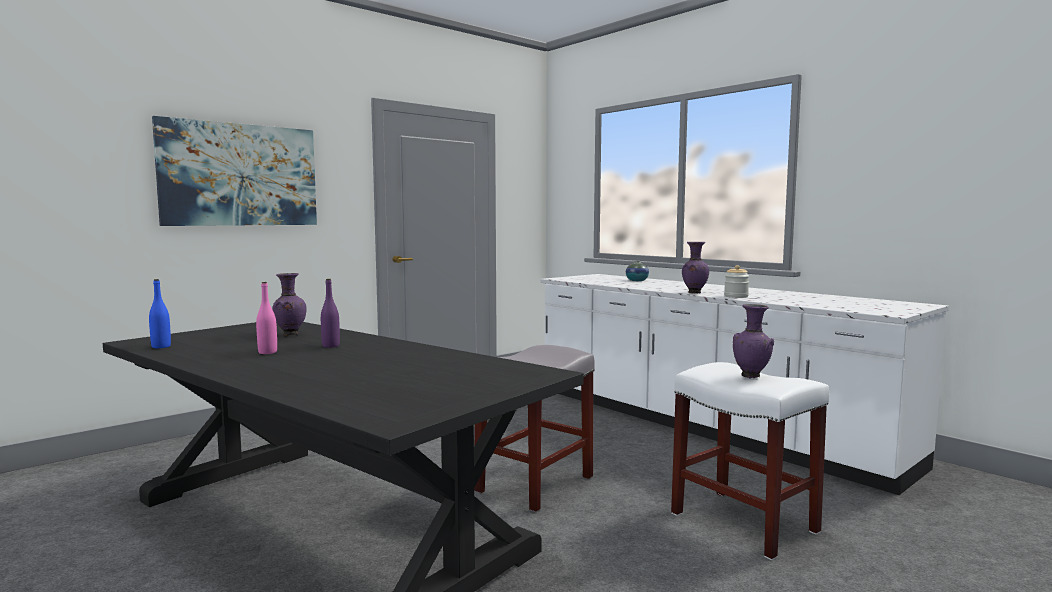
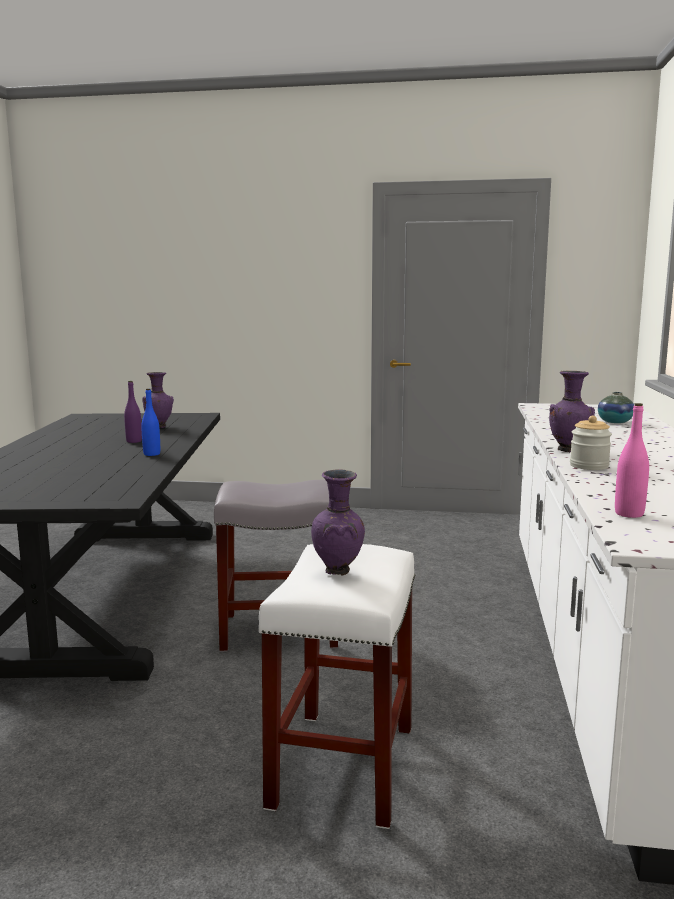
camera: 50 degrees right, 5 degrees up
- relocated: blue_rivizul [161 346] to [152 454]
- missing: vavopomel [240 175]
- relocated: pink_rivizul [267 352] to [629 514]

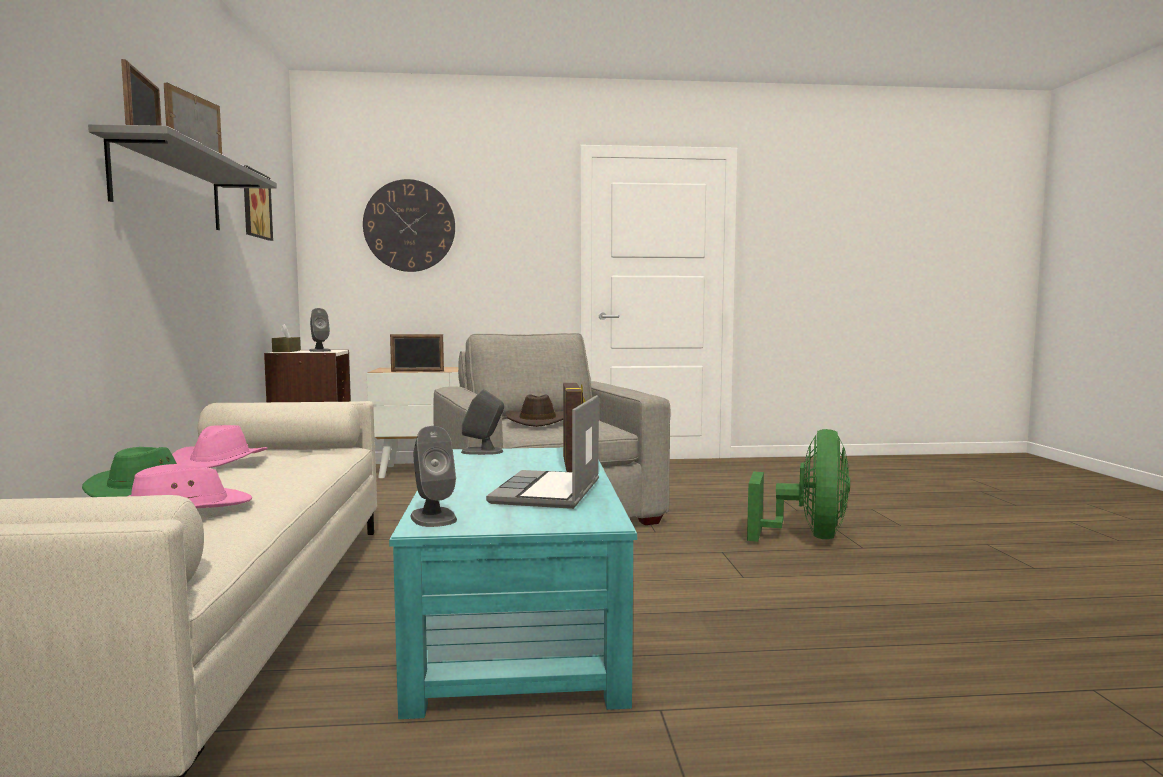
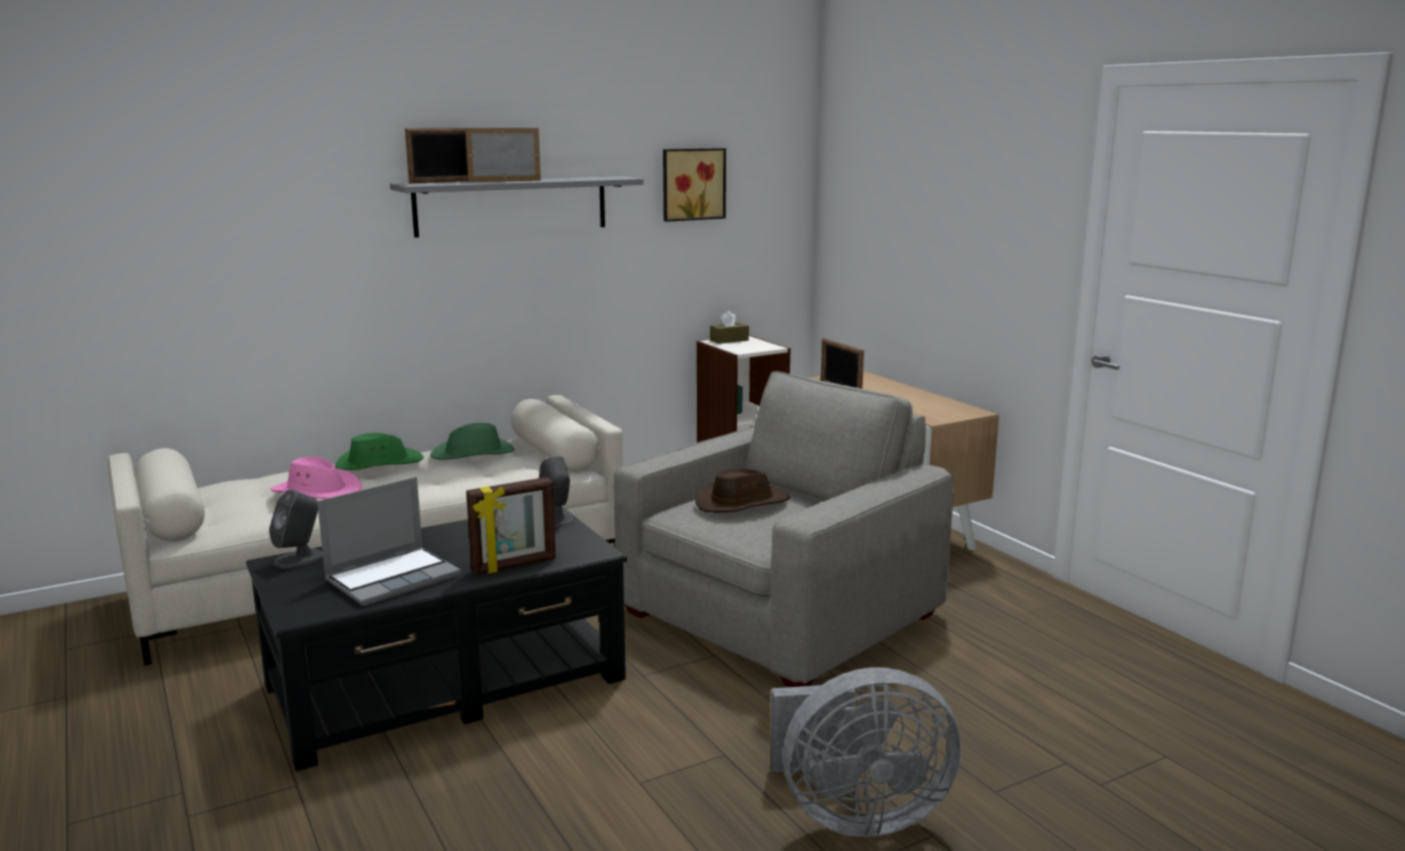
camera: 65 degrees right, 10 degrees up
- colour: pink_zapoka [219 461] to green_zapoka [473 454]
- missing: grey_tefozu [320 350]
- missing: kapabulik [409 226]
- colour: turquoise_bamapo [519 620] to black_bamapo [448 682]
- spun: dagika [548 493] = [393 578] 150 degrees clockwise
- colour: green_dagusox [808 536] to grey_dagusox [855 815]

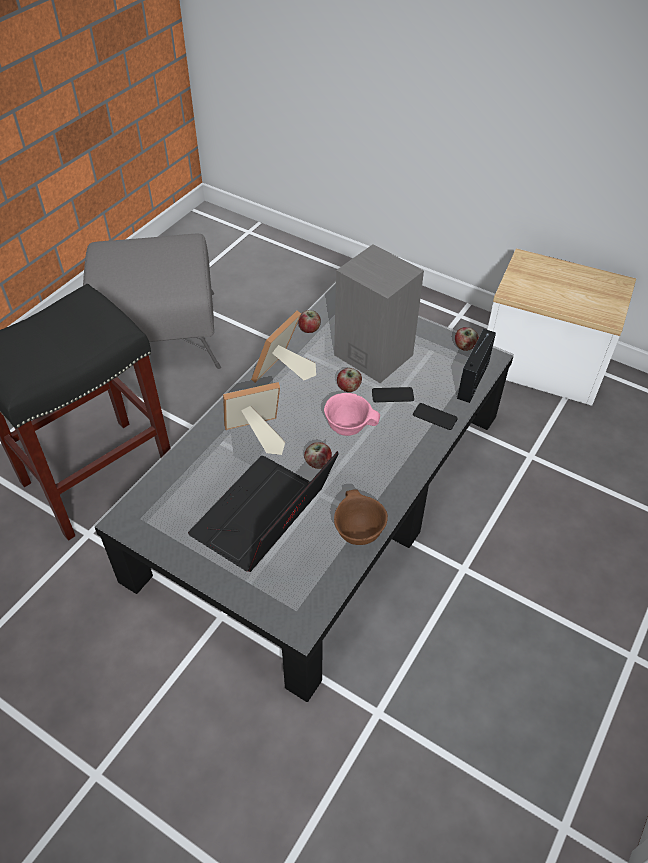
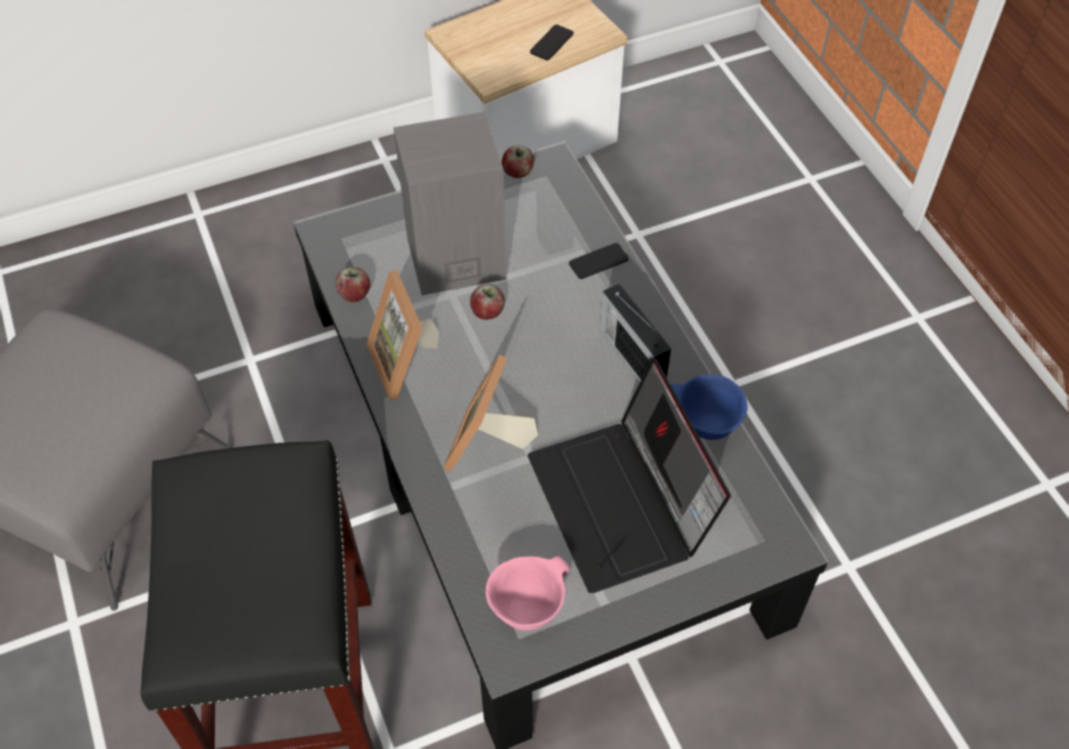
camera: 55 degrees left, 5 degrees up
- missing: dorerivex [318 462]
- relocated: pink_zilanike [348 427] to [526 606]
- colour: brown_zilanike [357 532] to blue_zilanike [705 425]
- relocated: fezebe [392 395] to [551 43]
- relocated: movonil [474 379] to [631 356]

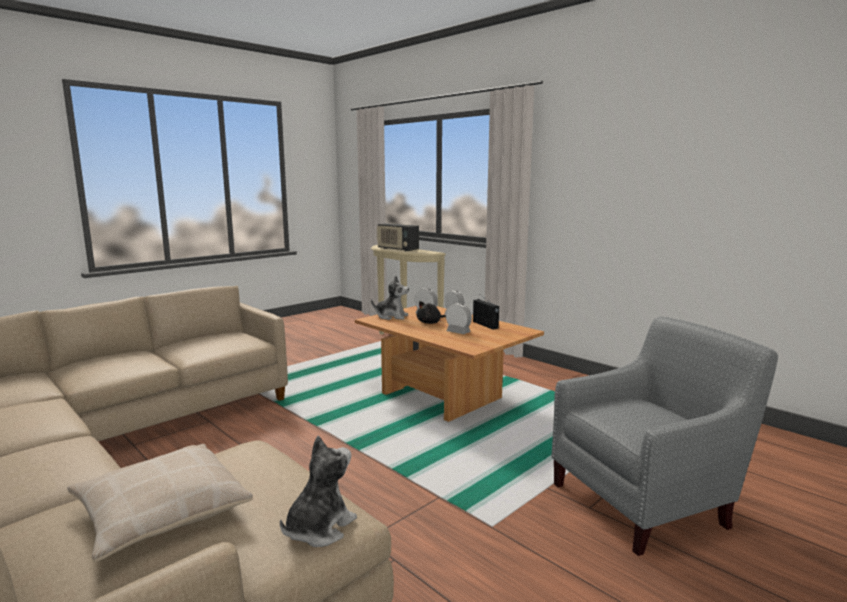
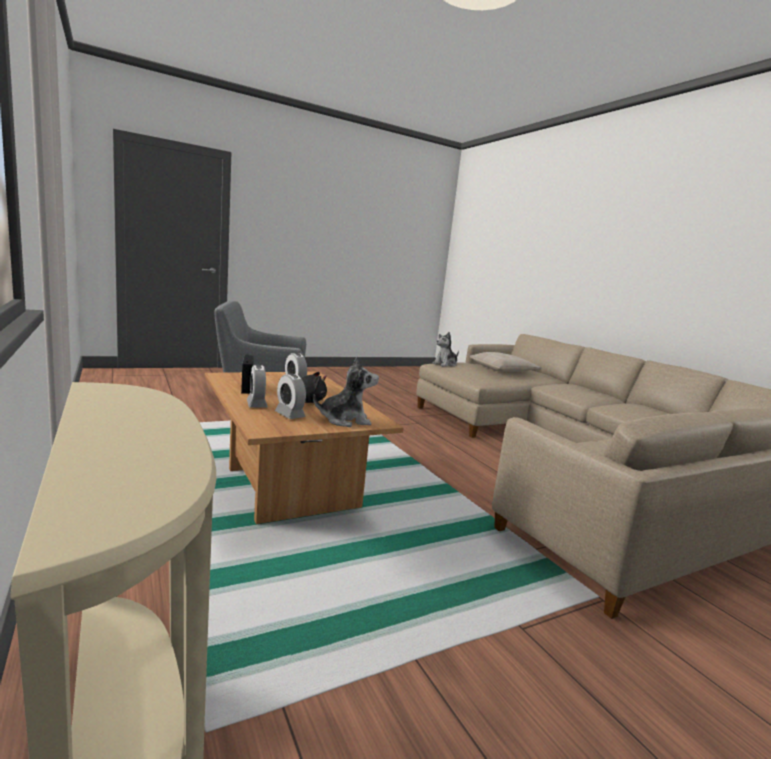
camera: 165 degrees left, 0 degrees up
- spun: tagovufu [391 316] = [345 420] 135 degrees clockwise
- missing: movonil [397 249]

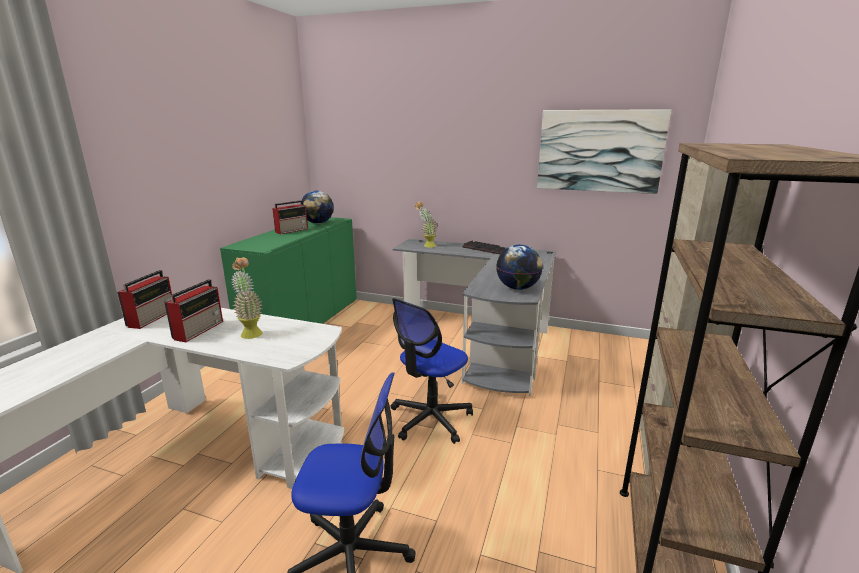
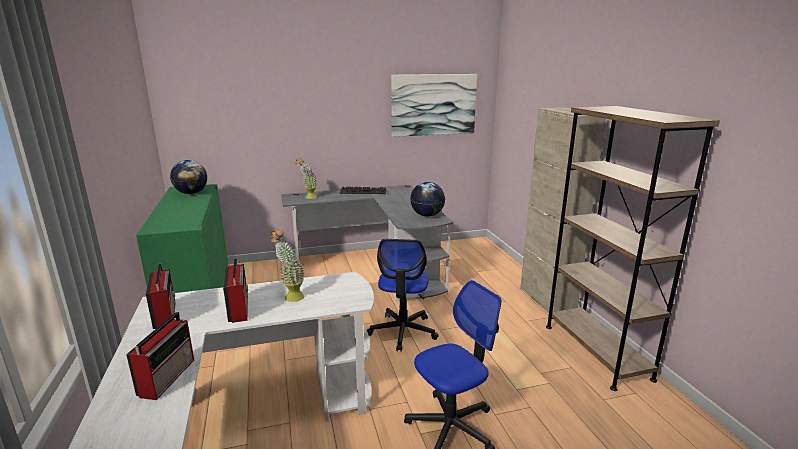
camera: 35 degrees left, 0 degrees up
- relocated: movonil [292 230] to [168 376]

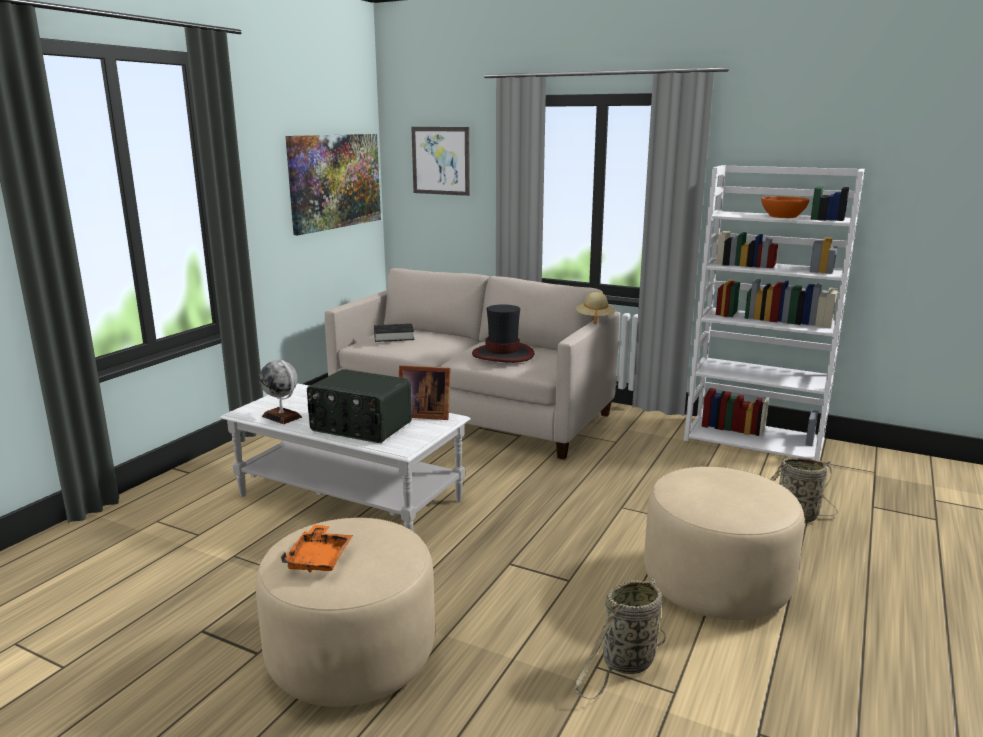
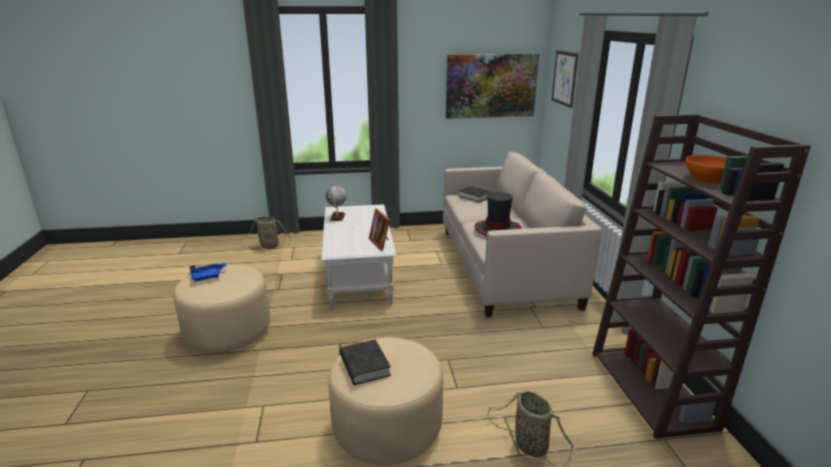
camera: 55 degrees right, 5 degrees up
- colour: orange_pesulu [319 558] to blue_pesulu [208 276]
- missing: movonil [360 427]
- relocated: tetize [626 664] to [268 246]
- missing: beige_zapoka [594 319]
- colour: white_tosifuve [755 439] to brown_tosifuve [652 389]
- appeared: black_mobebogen [364 366]

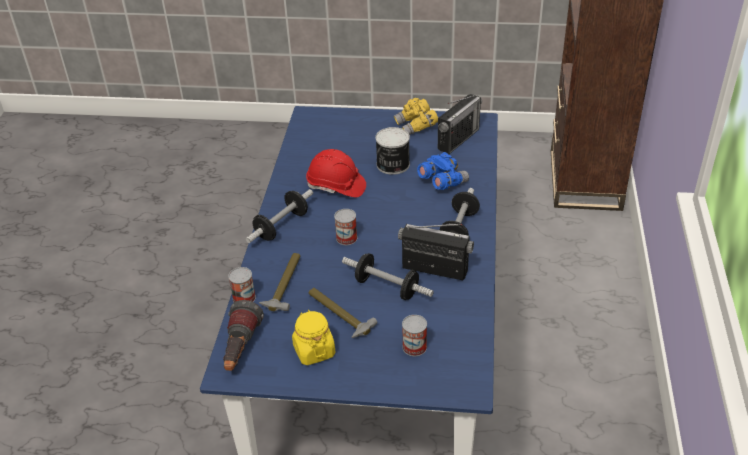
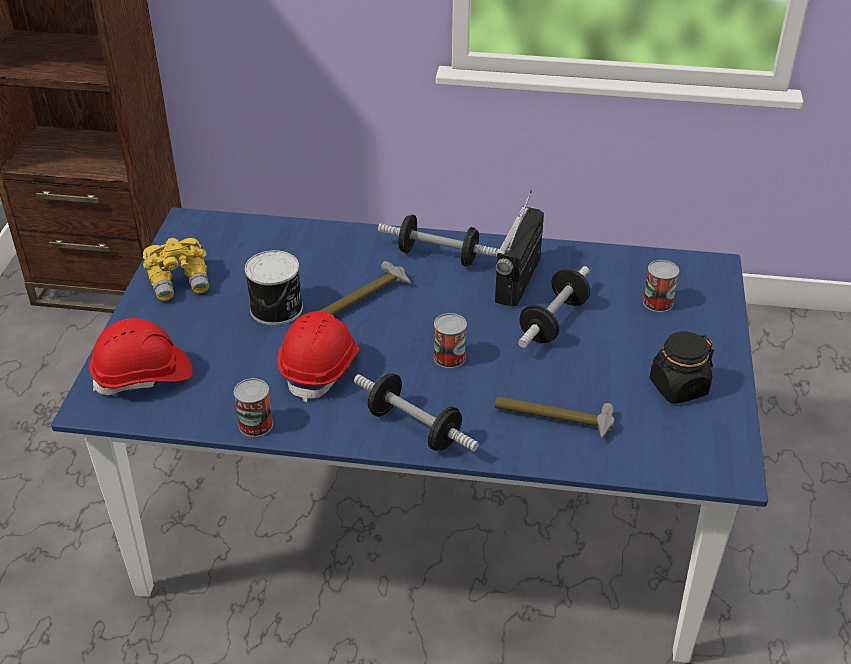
camera: 90 degrees left, 0 degrees up
- missing: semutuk [240 350]
- relocated: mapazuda [244 298] to [256 424]
- colour: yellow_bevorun [314 351] to black_bevorun [678 387]
- relocated: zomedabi [339 315] to [363 298]
- missing: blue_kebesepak [442 182]
- missing: movonil [458 139]
- appeared: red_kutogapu [143 376]

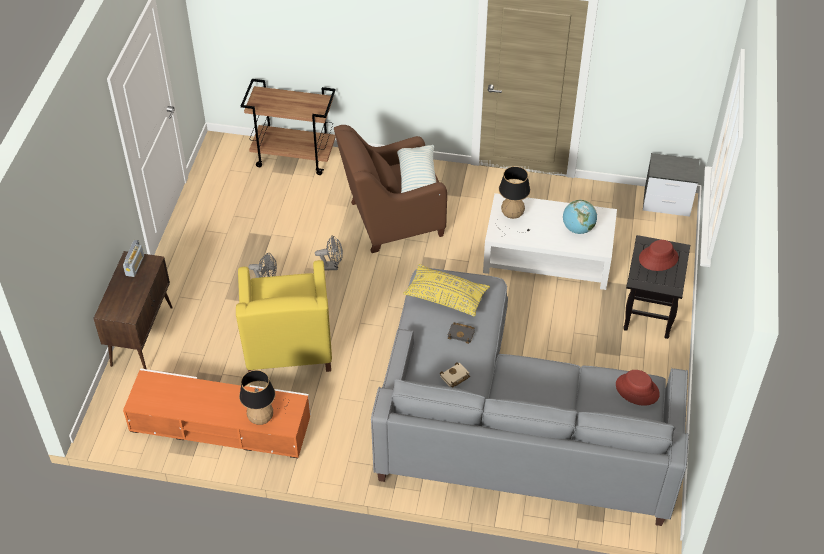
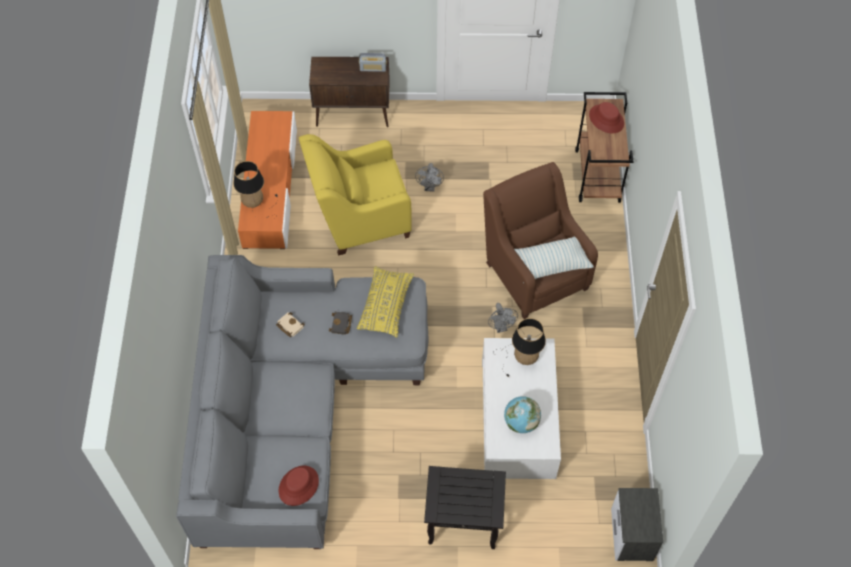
camera: 80 degrees right, 10 degrees up
- relocated: grey_dagusox [332 266] to [501 327]
- relocated: red_zapoka [658 258] to [606 119]

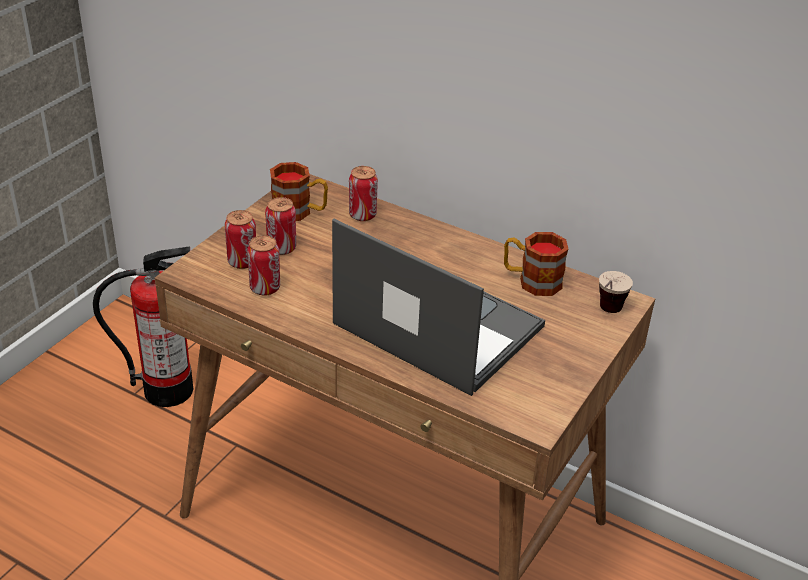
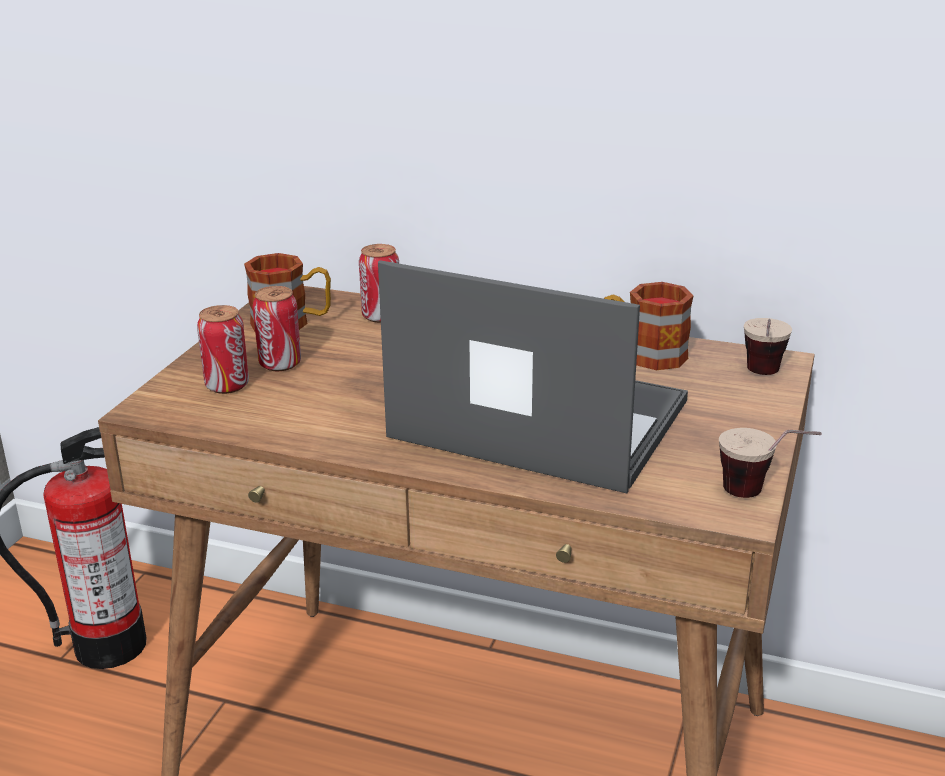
camera: 10 degrees left, 10 degrees down
- missing: mapazuda [265 288]
- appeared: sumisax [762 497]

